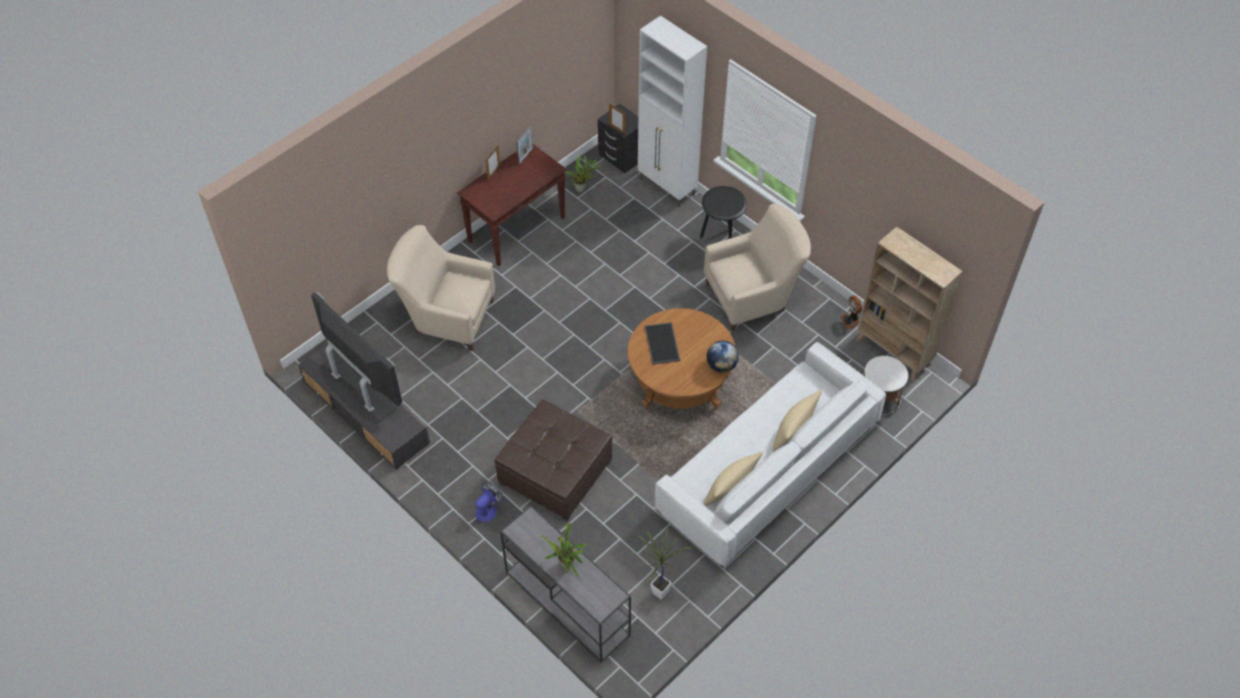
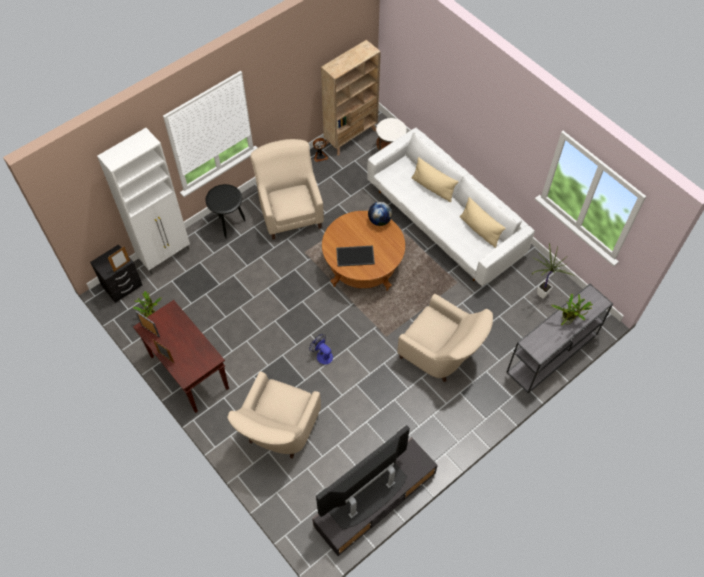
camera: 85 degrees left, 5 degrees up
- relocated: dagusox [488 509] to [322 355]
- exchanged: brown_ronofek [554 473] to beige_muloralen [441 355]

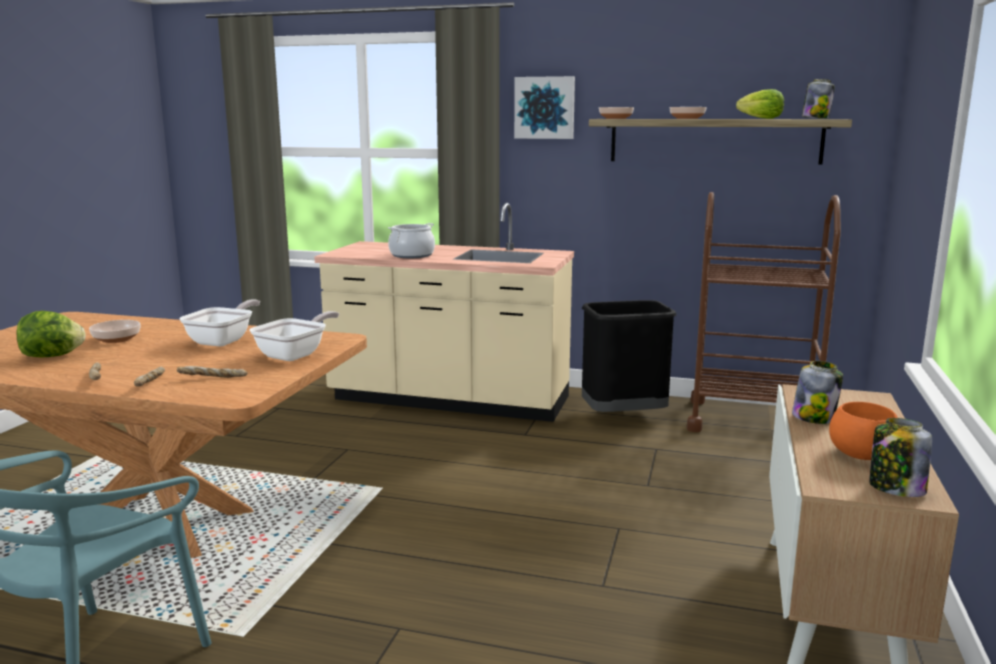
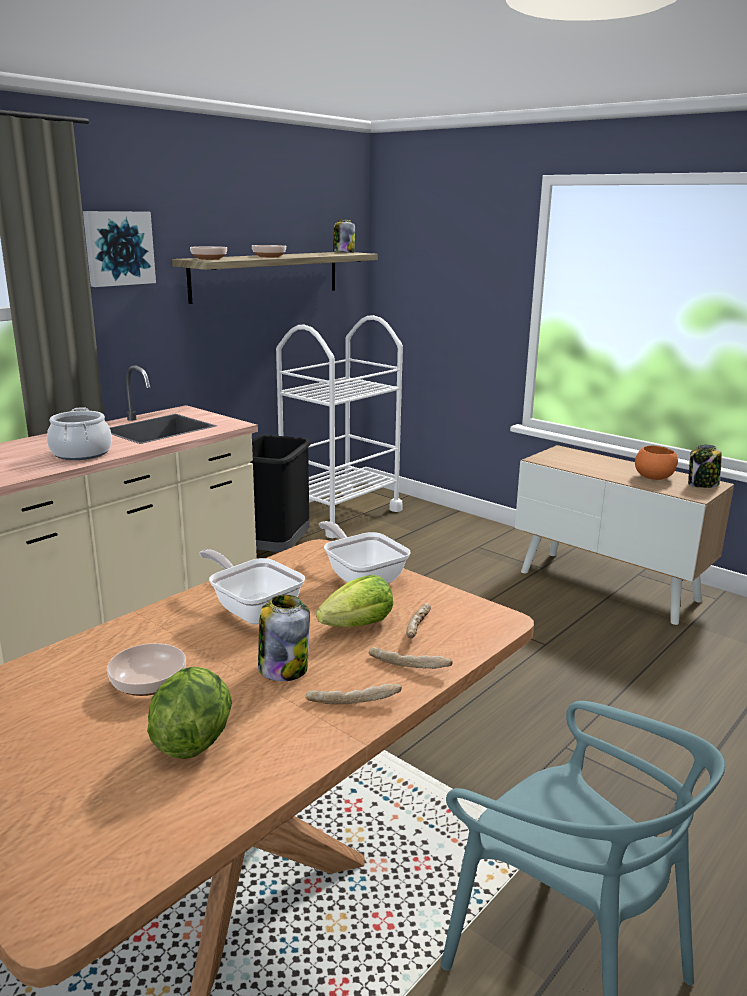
camera: 65 degrees left, 5 degrees up
- colour: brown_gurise [752 421] to white_gurise [340 513]
- relocated: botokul [761 118] to [358 625]
- relocated: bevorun [814 417] to [283 668]

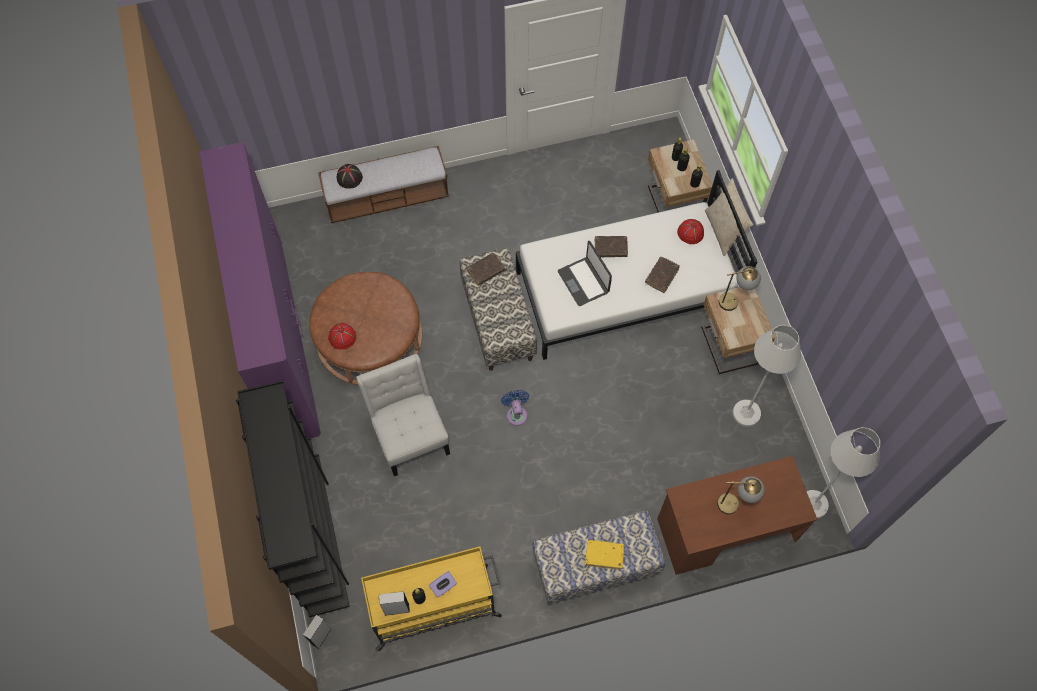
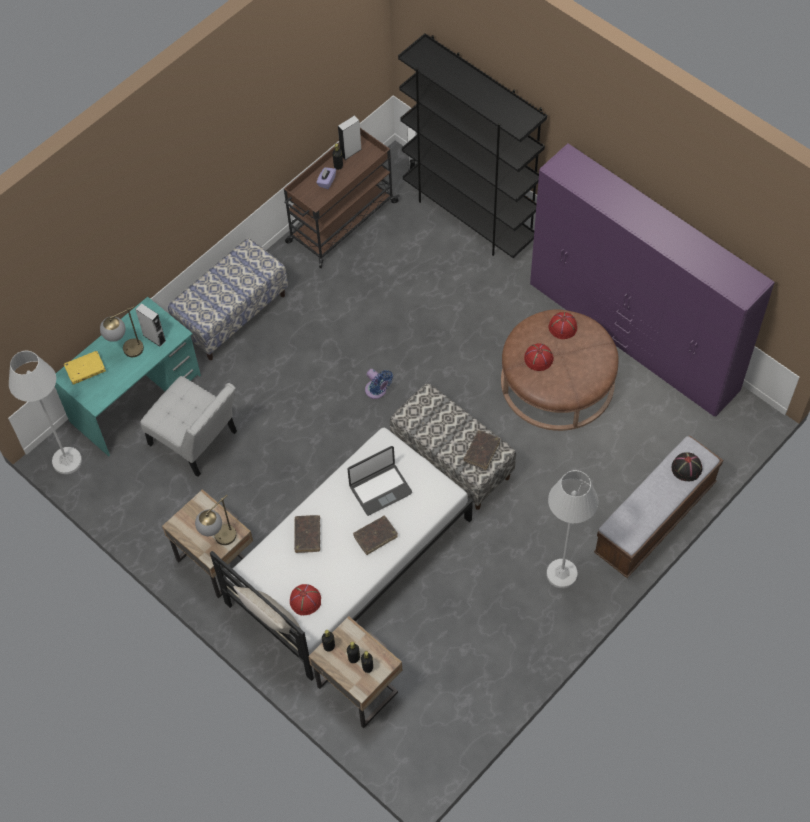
camera: 150 degrees right, 5 degrees down
- relocated: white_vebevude [409 433] to [196 441]
- colour: yellow_gurise [435 607] to brown_gurise [341 223]
- spun: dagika [584 281] = [380 489] 120 degrees clockwise
- relocated: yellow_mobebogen [604 555] to [85 370]
- colour: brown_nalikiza [725 530] to turquoise_nalikiza [136 399]
- relocated: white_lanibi [746 413] to [561 574]
- appeared: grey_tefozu [154 338]
- appeared: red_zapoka [538 358]

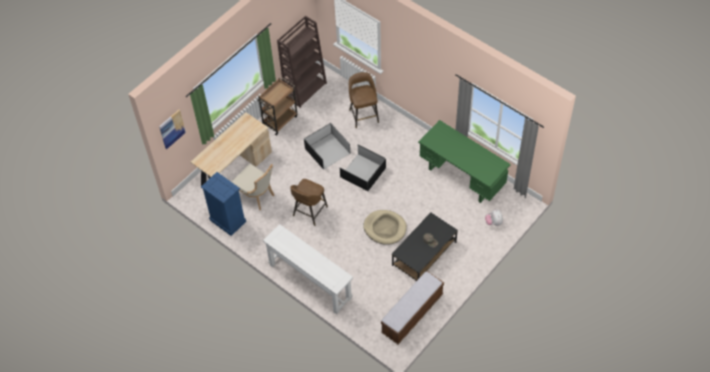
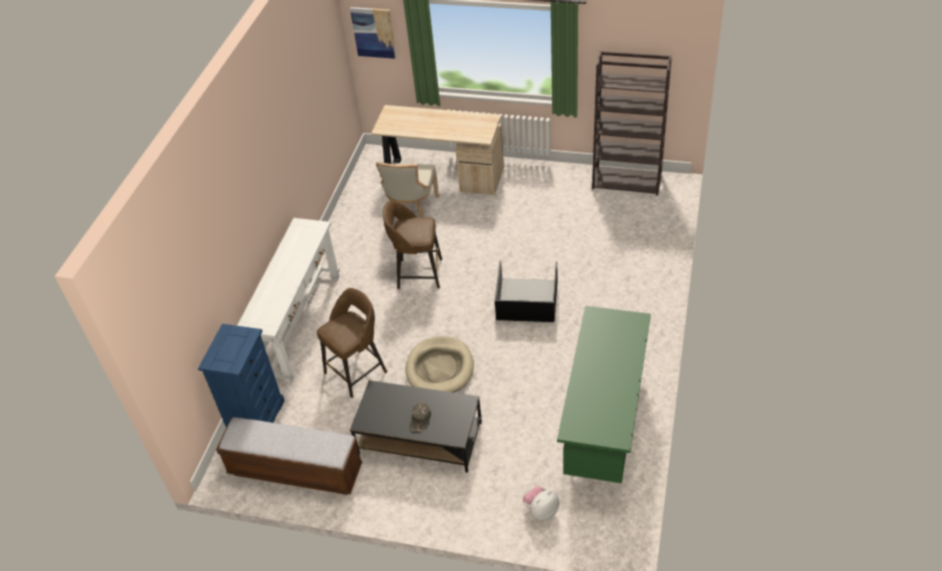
camera: 65 degrees right, 10 degrees down
- relocated: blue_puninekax [227 220] to [256 418]
- missing: brown_gurise [280 120]
- missing: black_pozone [327 151]
- relocated: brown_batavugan [363 115] to [357 371]

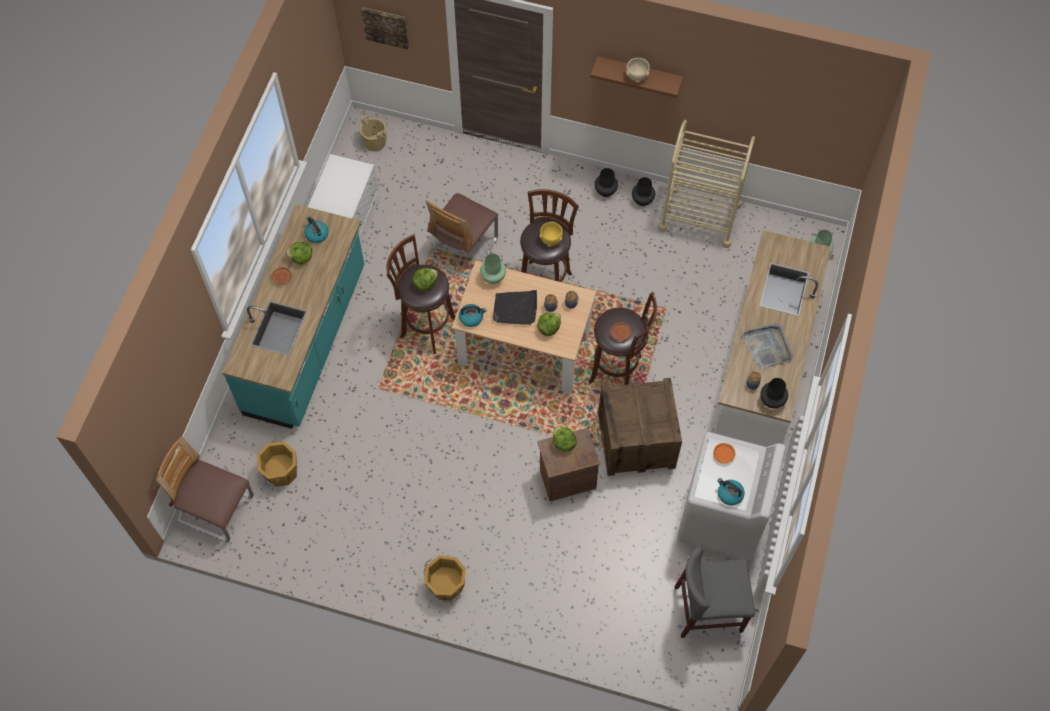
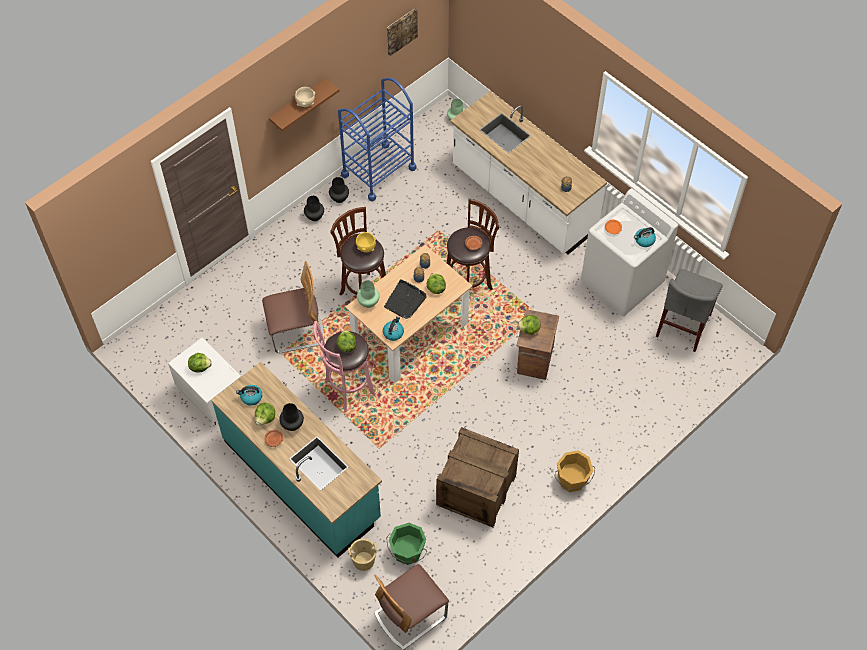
camera: 60 degrees left, 5 degrees down
- colour: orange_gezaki [281 472] to green_gezaki [407 552]
- relocated: beige_gezaki [375 143] to [363 560]
- relocated: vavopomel [386 26] to [401 31]
- colour: brown_batavugan [425 326] to pink_batavugan [347 390]
- spun: vebevude [463 248] = [296 331] 75 degrees counterclockwise
- relocated: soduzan [636 441] to [476 490]
- colour: beige_gurise [699 216] to blue_gurise [378 171]
- missing: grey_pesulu [767 347]
- relocated: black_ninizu [772 400] to [292 424]
- appeared: botokul [200 367]

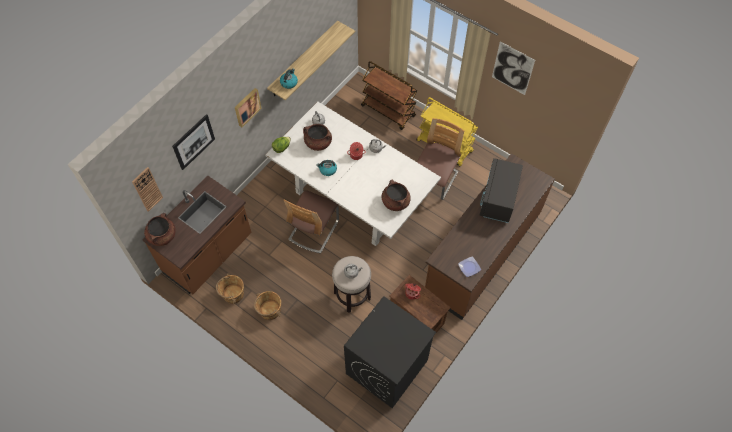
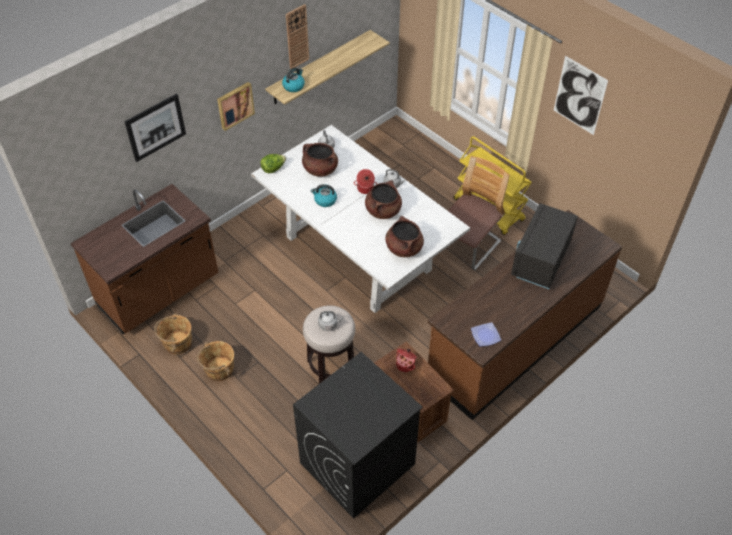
camera: 10 degrees right, 10 degrees down
- relocated: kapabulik [147 189] to [297 37]
- relocated: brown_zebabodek [162 236] to [383 210]
- missing: vebevude [313 230]
- missing: brown_gurise [388 111]

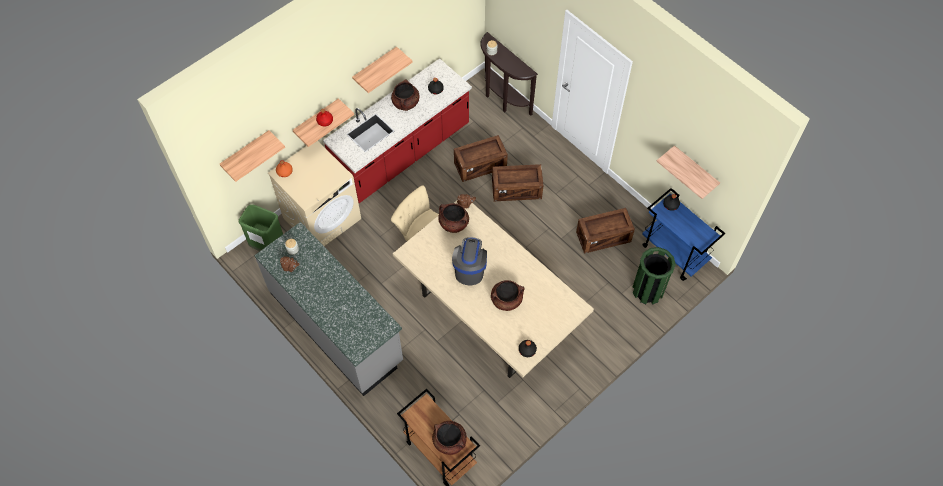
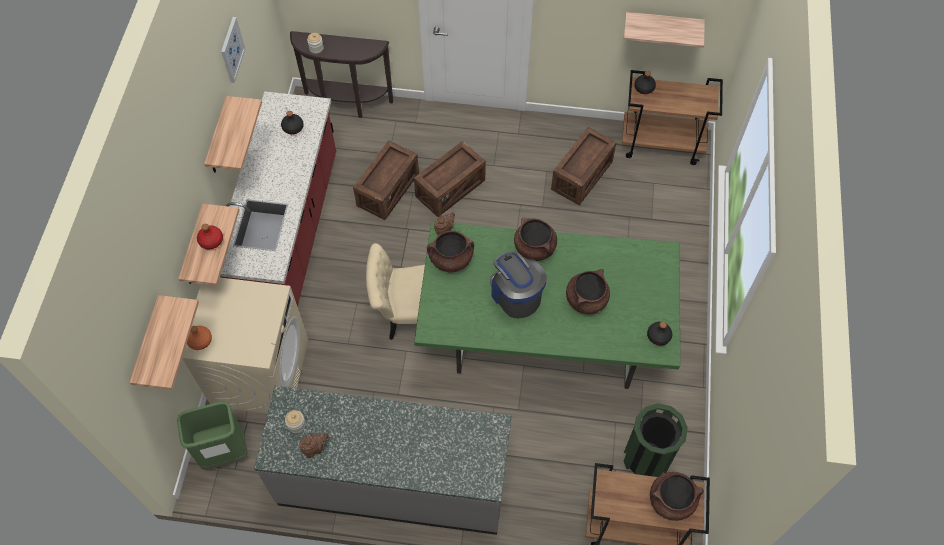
camera: 40 degrees left, 0 degrees up
- relocated: brown_zebabodek [406 103] to [535 248]
- colour: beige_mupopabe [490 312] to green_mupopabe [543 335]
- relocated: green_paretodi [648 290] to [646 459]
- colour: blue_gurise [674 253] to brown_gurise [662 144]
- appeared: vavopomel [231 50]

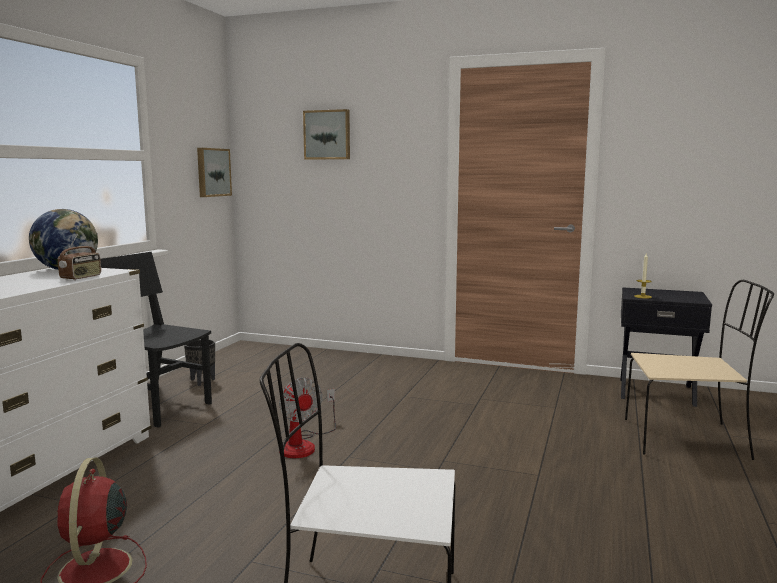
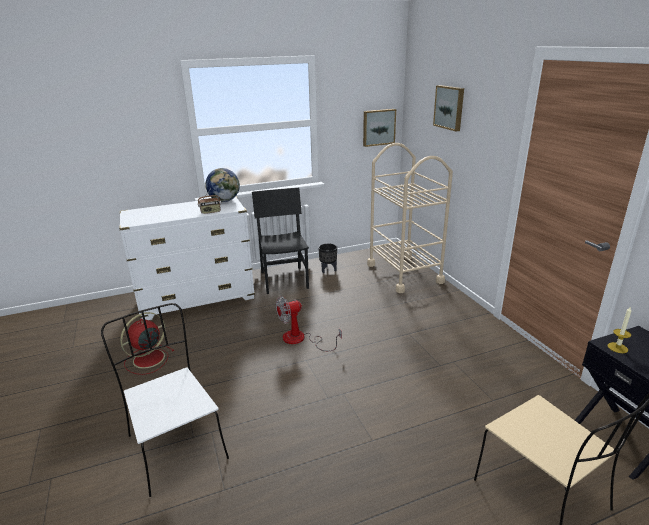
camera: 50 degrees right, 15 degrees up
- spun: dagusox [304 445] = [301 339] 45 degrees clockwise
- appeared: beige_gurise [404 273]

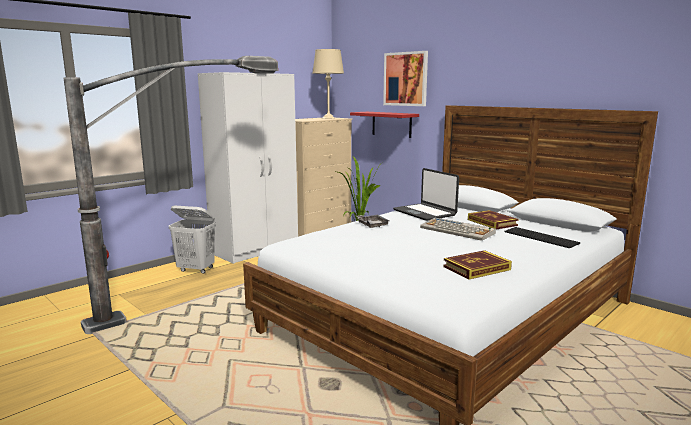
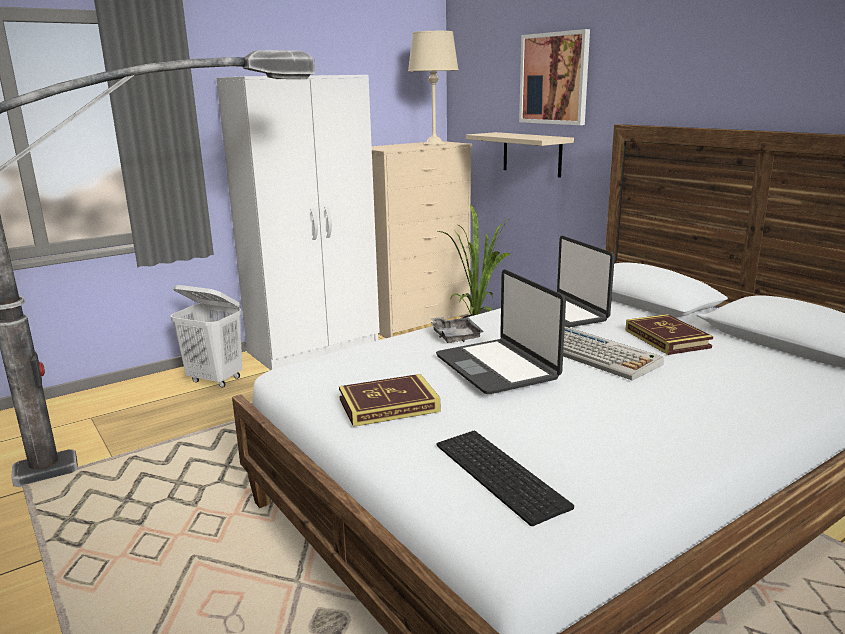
camera: 10 degrees right, 5 degrees up
- colour: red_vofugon [391 124] to beige_vofugon [532 154]
- relocated: mobebogen [476 268] to [388 405]
- relocated: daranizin [542 237] to [503 474]
- appeared: dagika [497 367]

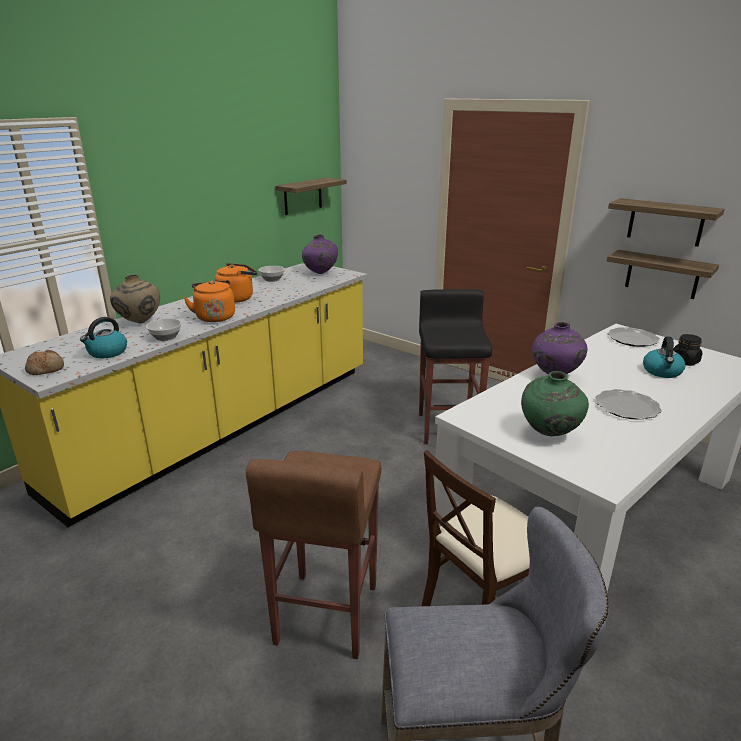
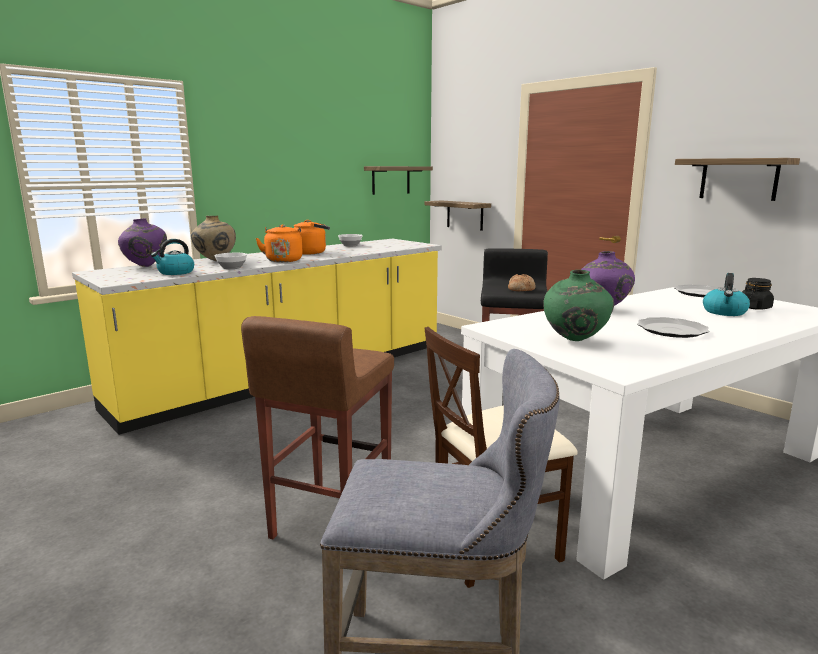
camera: 10 degrees right, 10 degrees down
- relocated: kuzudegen [46 369] to [521 289]
- relocated: purple_ninizu [320 274] to [145 266]
- relocated: vofugon [662 274] to [465 215]

